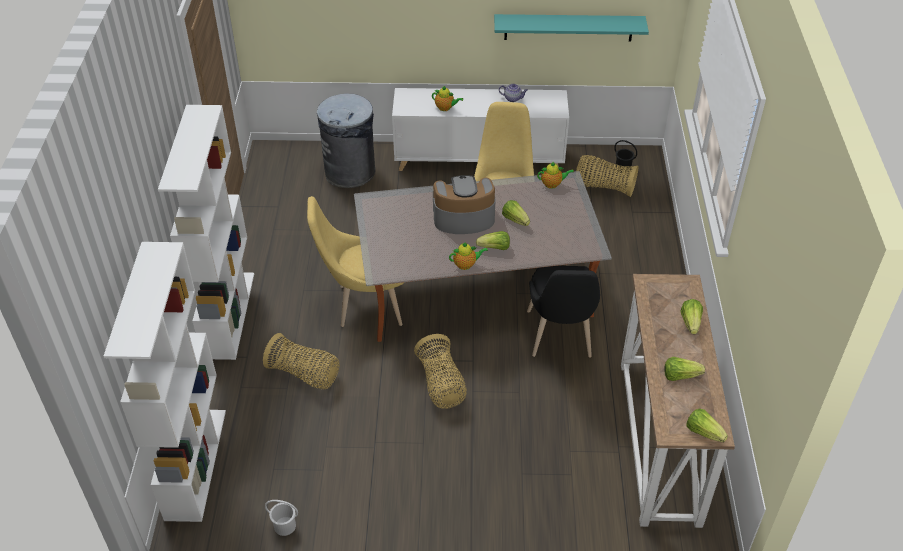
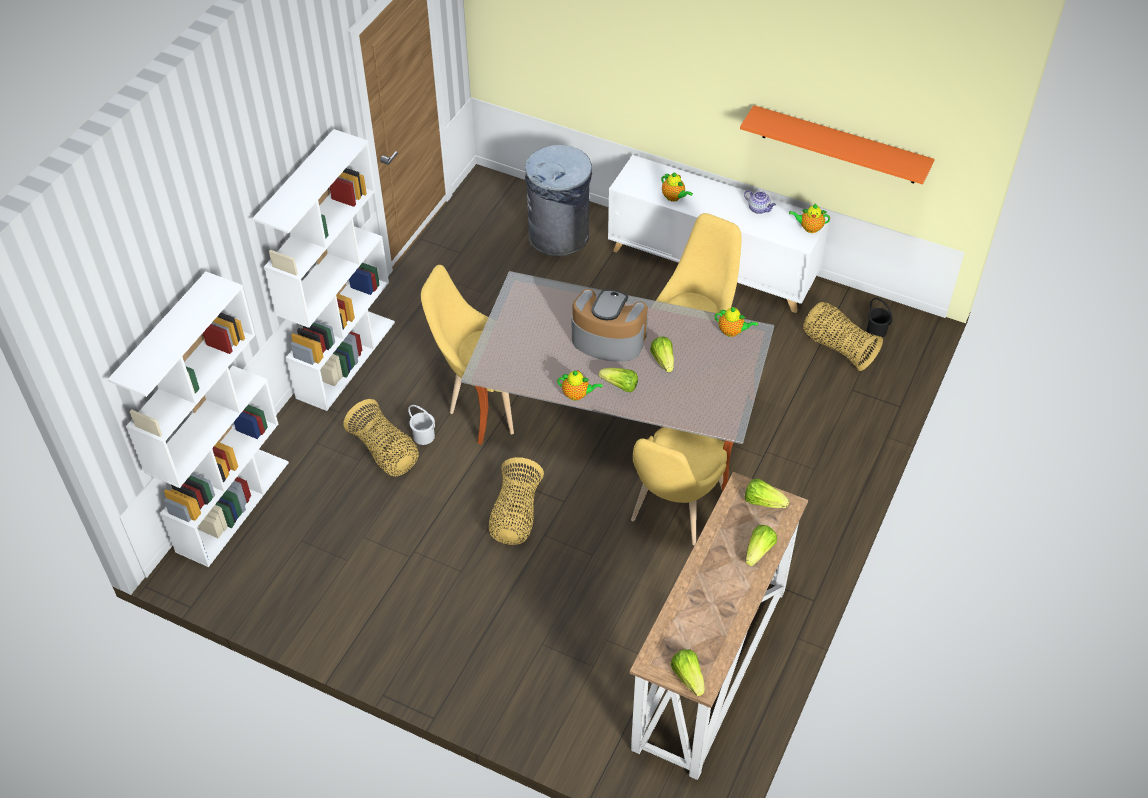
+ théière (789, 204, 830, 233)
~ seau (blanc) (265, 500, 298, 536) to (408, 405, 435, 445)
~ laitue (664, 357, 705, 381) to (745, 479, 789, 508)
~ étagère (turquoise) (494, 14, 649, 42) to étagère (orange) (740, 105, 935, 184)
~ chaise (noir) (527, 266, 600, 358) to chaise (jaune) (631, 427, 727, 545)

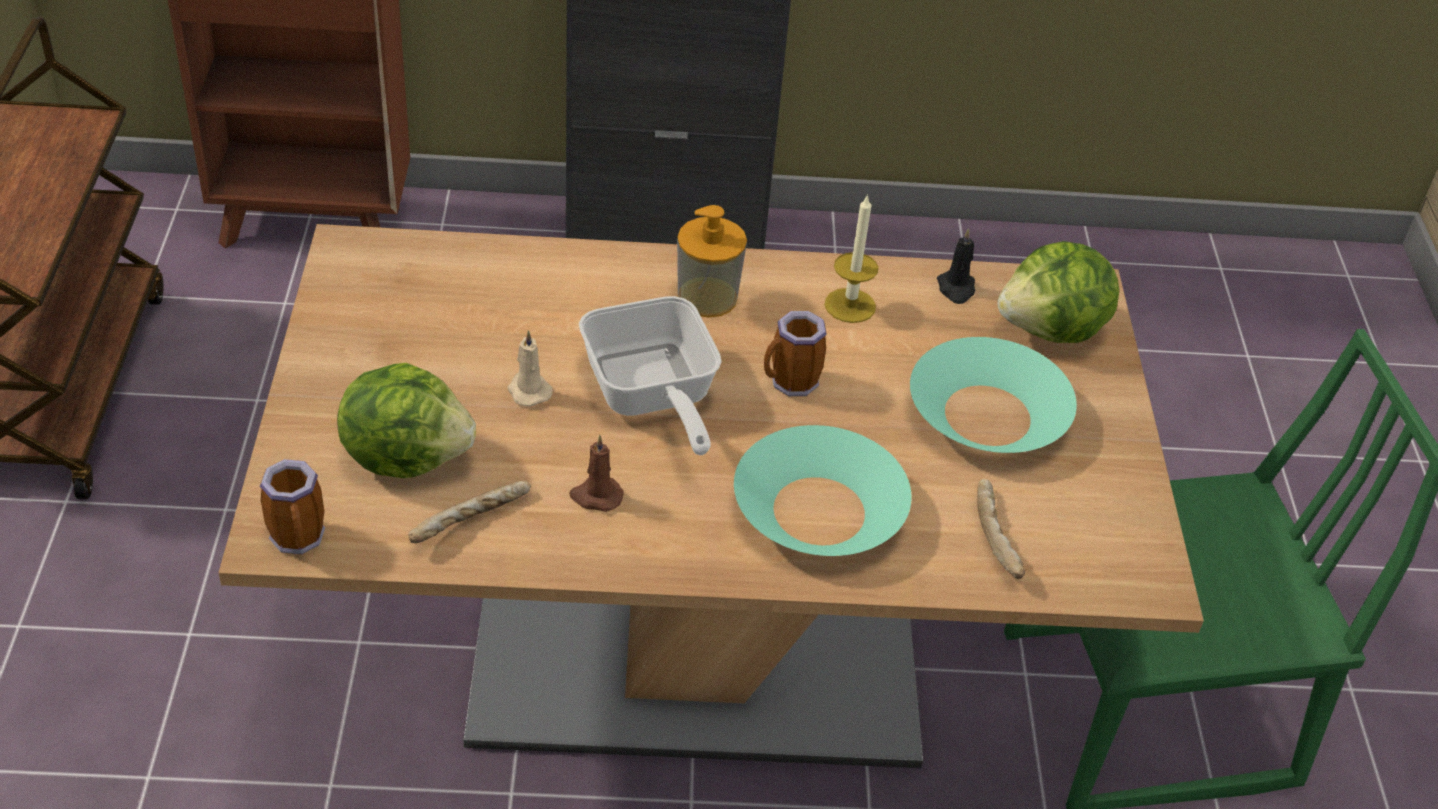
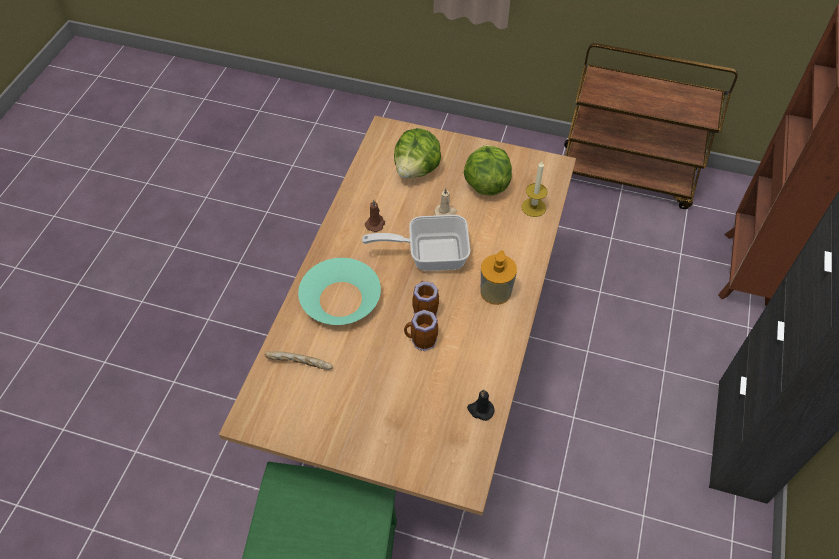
- pain (408, 481, 531, 543)
- bol (turquoise) (910, 337, 1077, 453)
~ mug (260, 459, 325, 555) to (404, 310, 438, 351)
~ bougie (825, 194, 878, 323) to (522, 161, 547, 217)
~ laitue (998, 241, 1119, 343) to (464, 145, 512, 196)

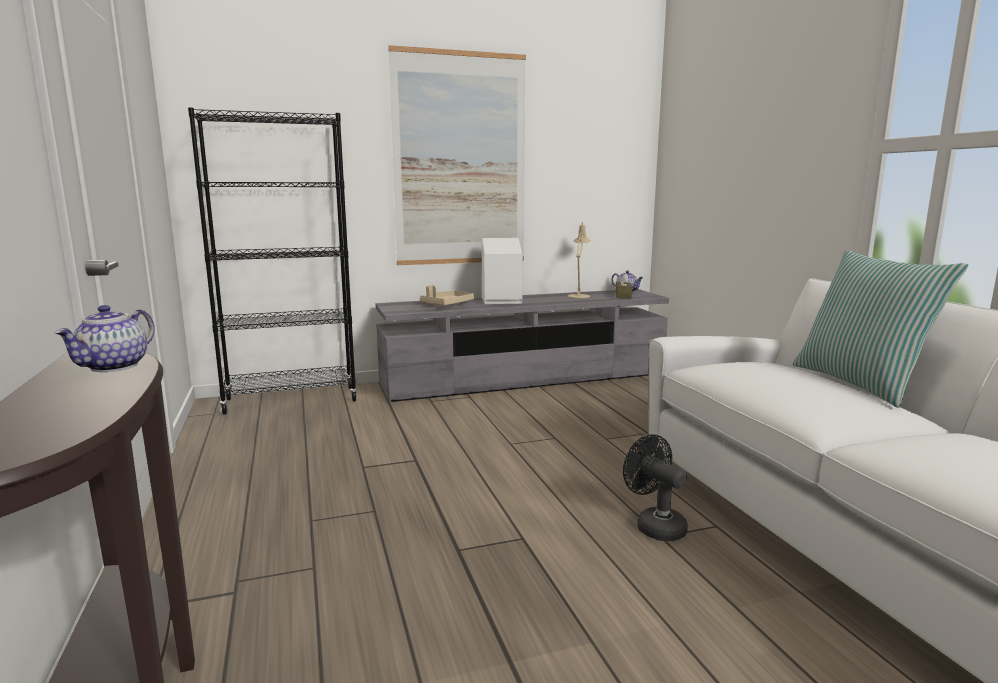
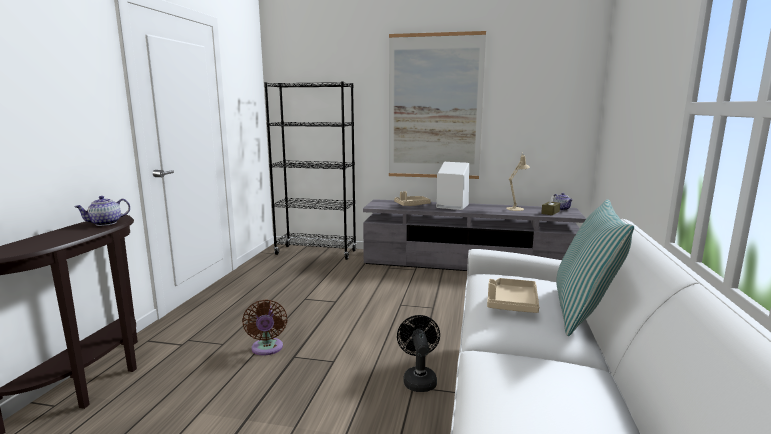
+ ventilateur (marron) (242, 299, 287, 355)
+ plateau (beige) (487, 278, 539, 313)

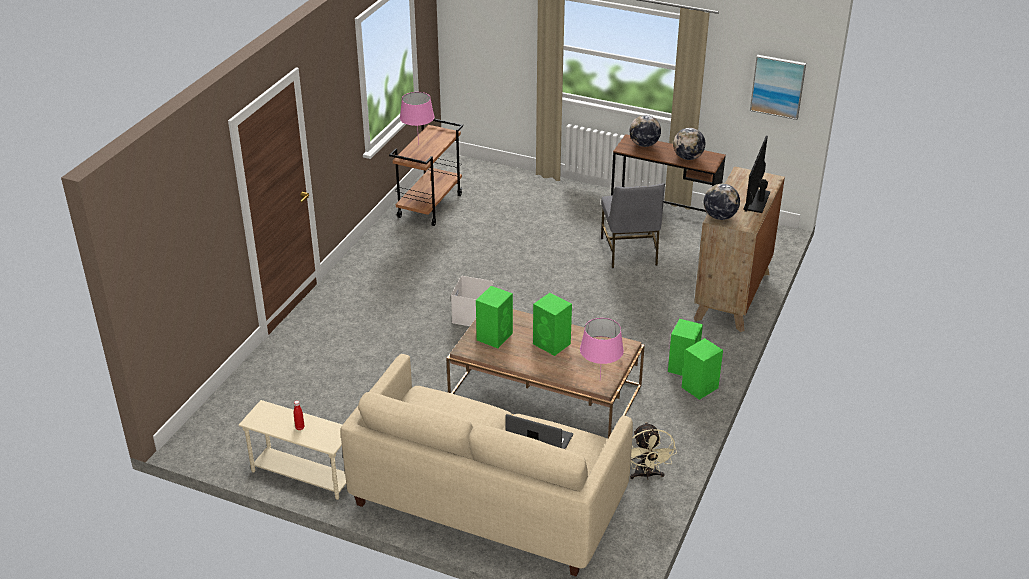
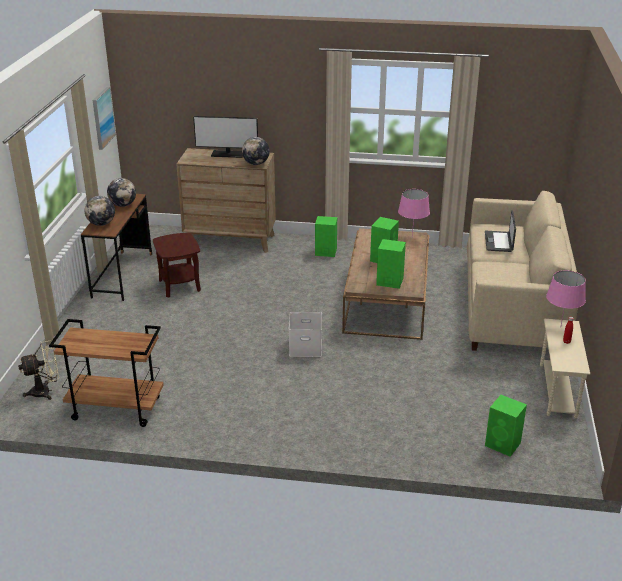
~ lampe de table (rose) (400, 92, 434, 145) to (546, 270, 586, 325)
~ ventilateur (beige) (630, 422, 677, 480) to (18, 341, 59, 400)
~ enceinte (vert) (682, 338, 723, 400) to (485, 395, 527, 457)
~ chaise (gris) (601, 183, 665, 268) to table d'appoint (marron) (153, 233, 201, 297)

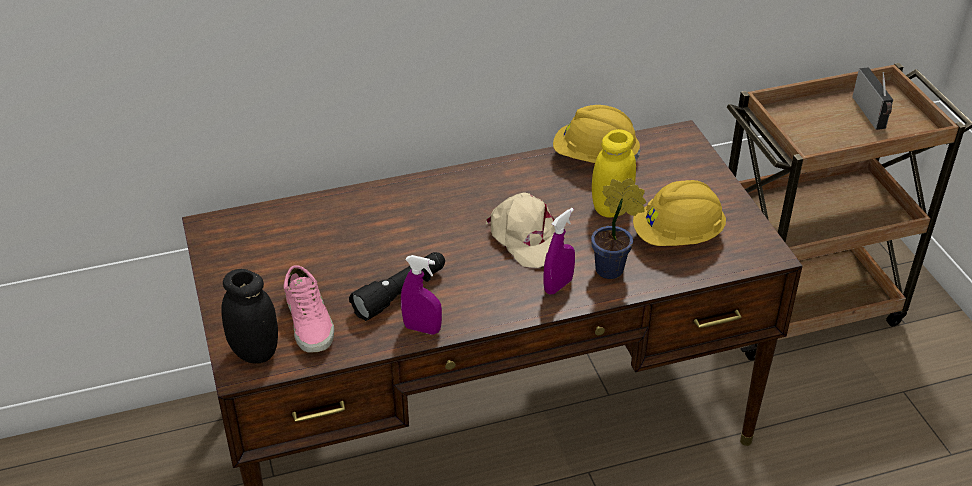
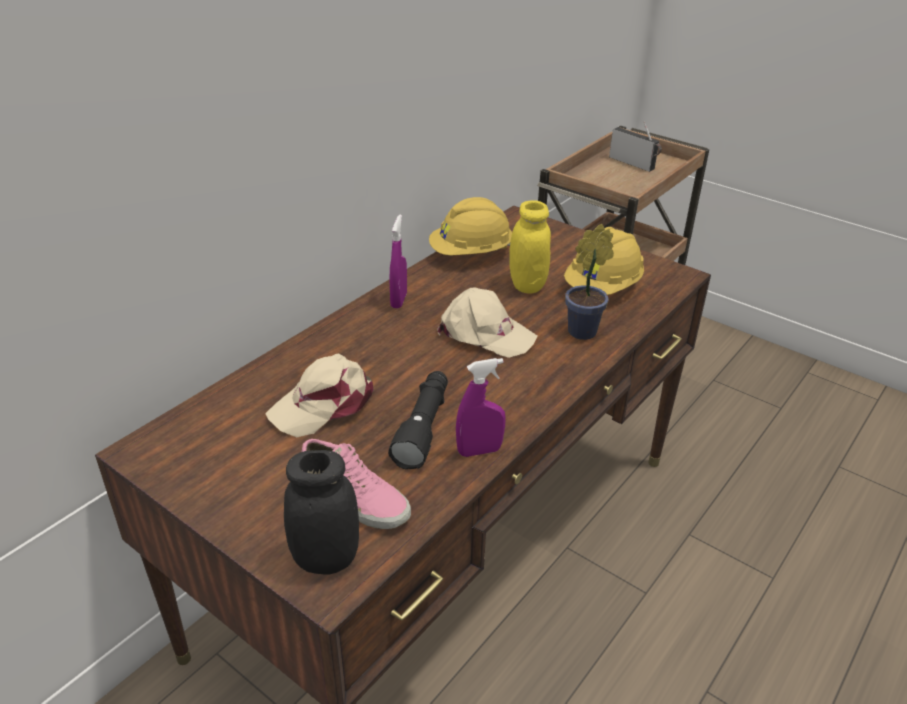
+ casquette (beige) (265, 353, 374, 437)
~ vaporisateur (violet) (544, 208, 575, 295) to (389, 214, 407, 308)

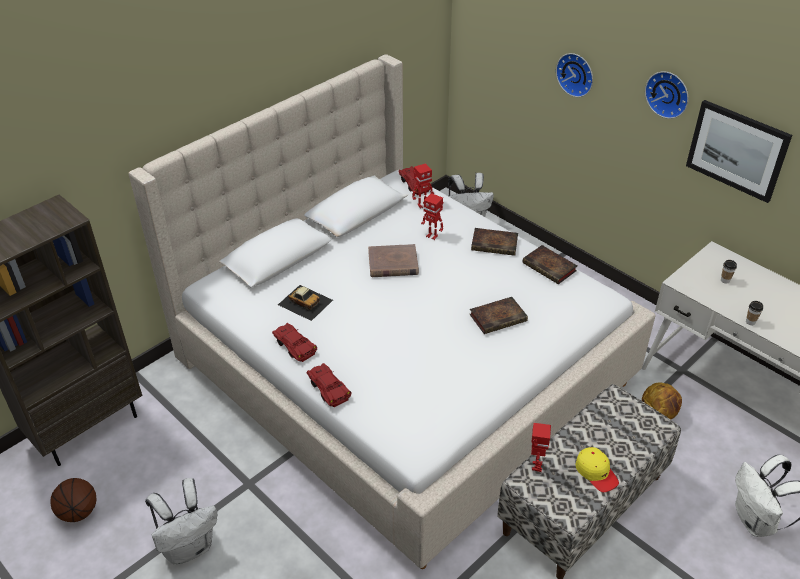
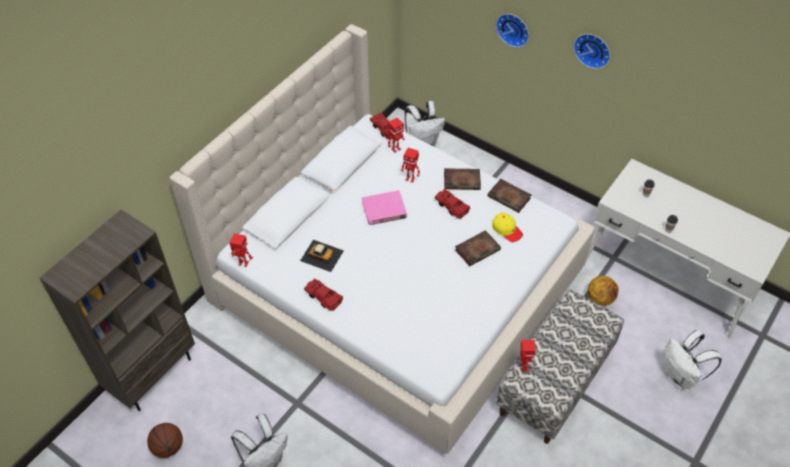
- tableau (686, 100, 792, 203)
+ robot jouet (229, 233, 253, 267)
~ petite voiture (rouge) (307, 363, 352, 407) to (435, 189, 470, 219)
~ casquette (jaune) (576, 447, 619, 492) to (492, 213, 523, 242)
~ livre (marron) (368, 244, 419, 277) to livre (rose) (362, 190, 407, 225)

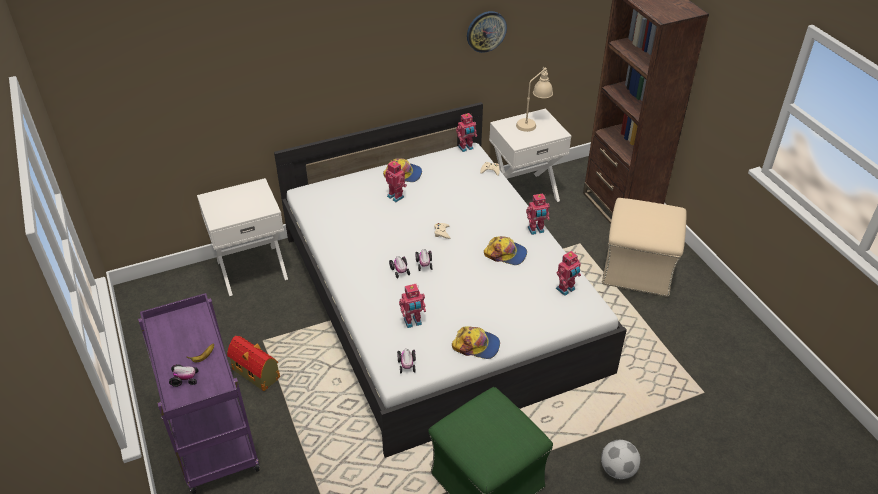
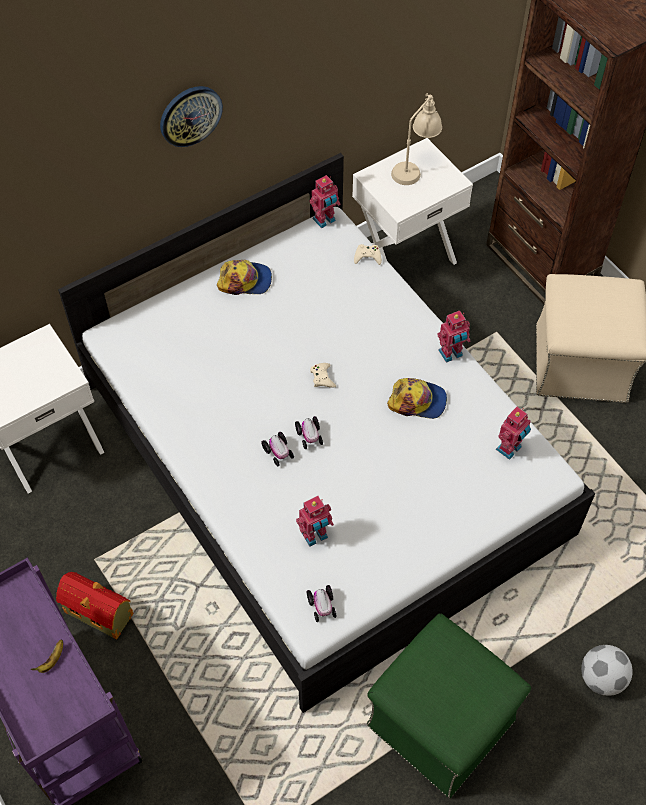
- petite voiture (169, 364, 199, 387)
- robot jouet (385, 161, 407, 202)
- casquette (452, 326, 500, 359)
~ horloge murale (467, 11, 507, 53) to (160, 86, 223, 147)

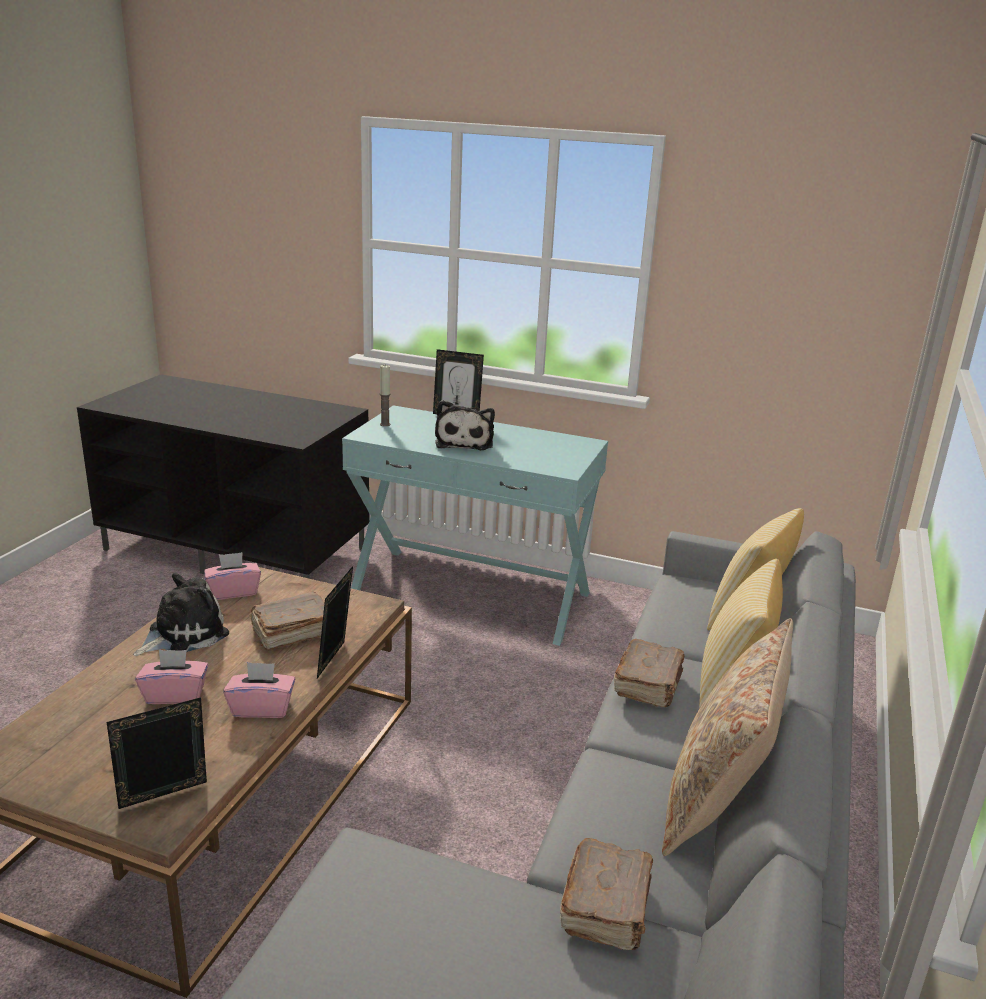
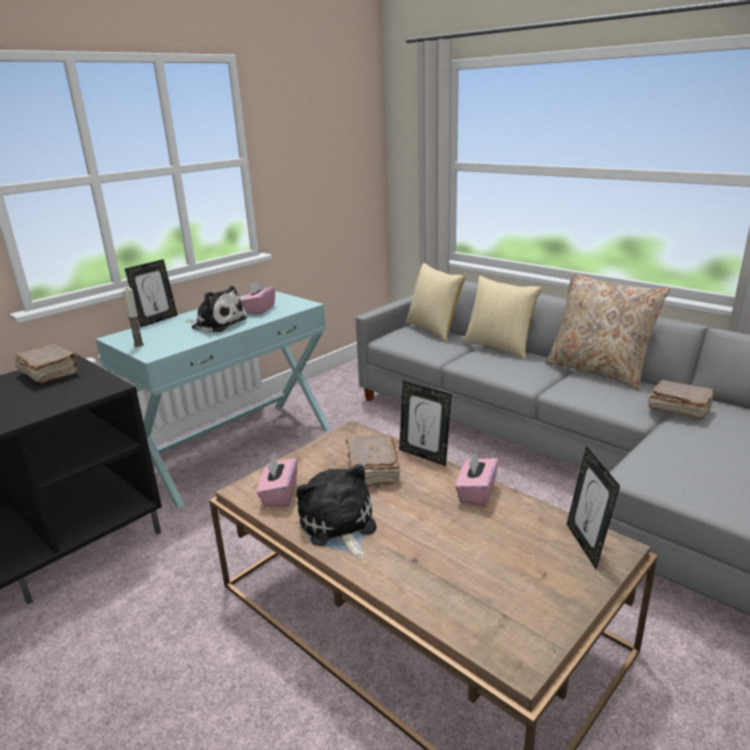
~ boîte à mouchoirs (rose) (135, 650, 208, 704) to (242, 281, 275, 314)
~ livre (marron) (614, 639, 684, 707) to (15, 344, 79, 383)

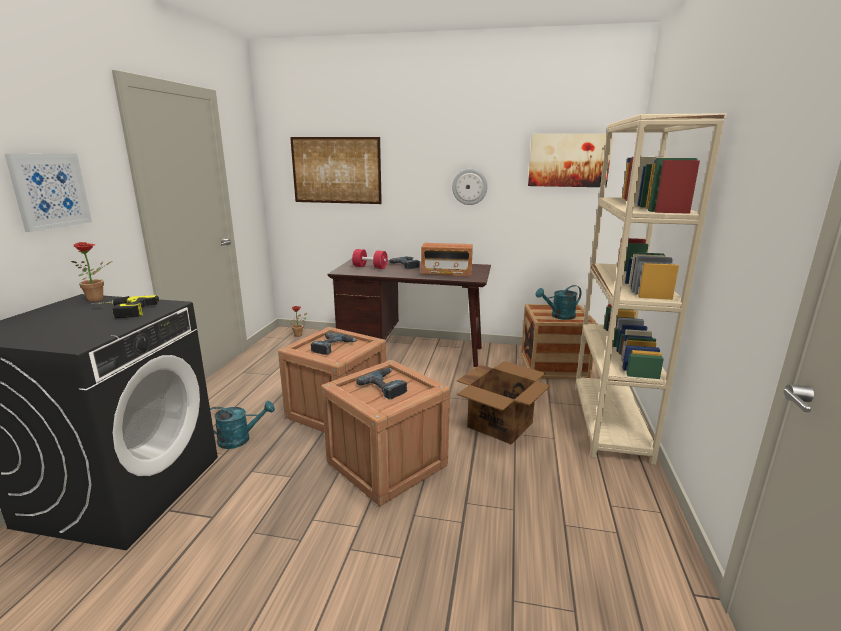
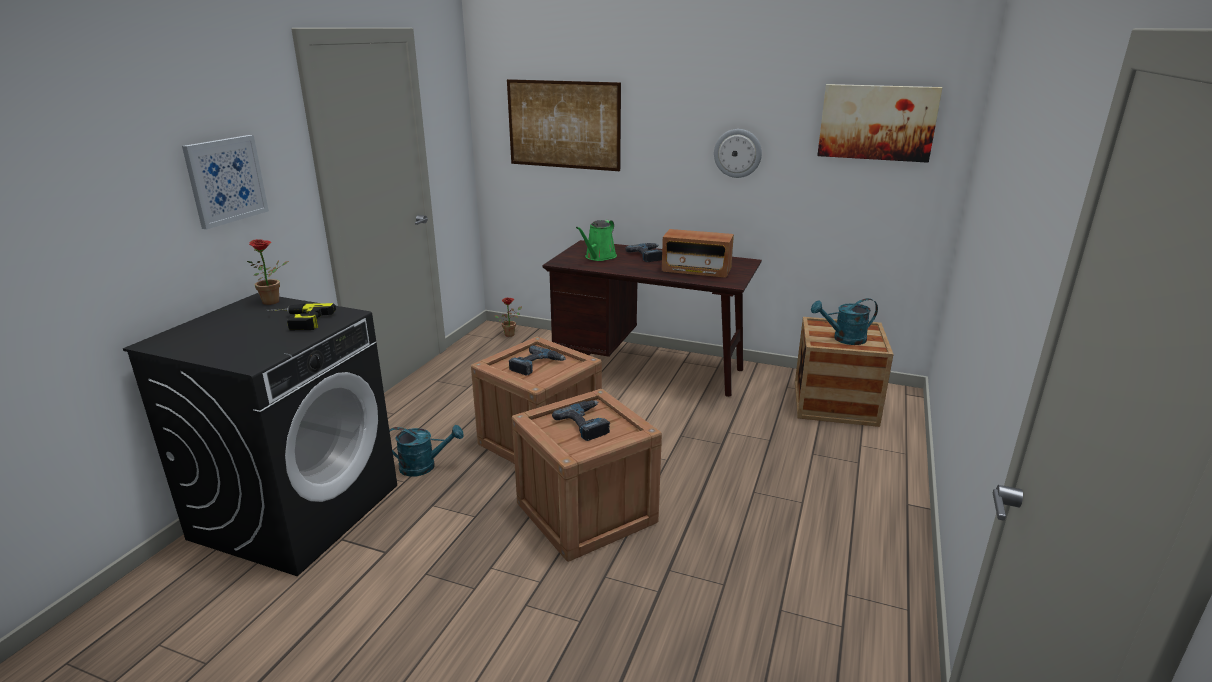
- carton (457, 361, 550, 444)
- bibliothèque (beige) (575, 113, 727, 465)
~ haltère (rouge) (352, 249, 388, 269) to arrosoir (vert) (576, 220, 617, 261)

